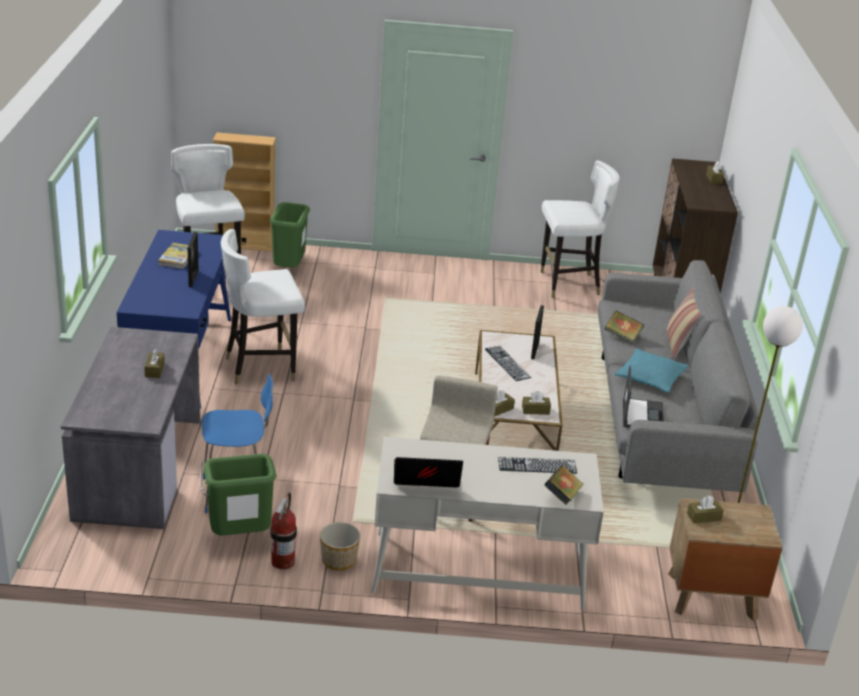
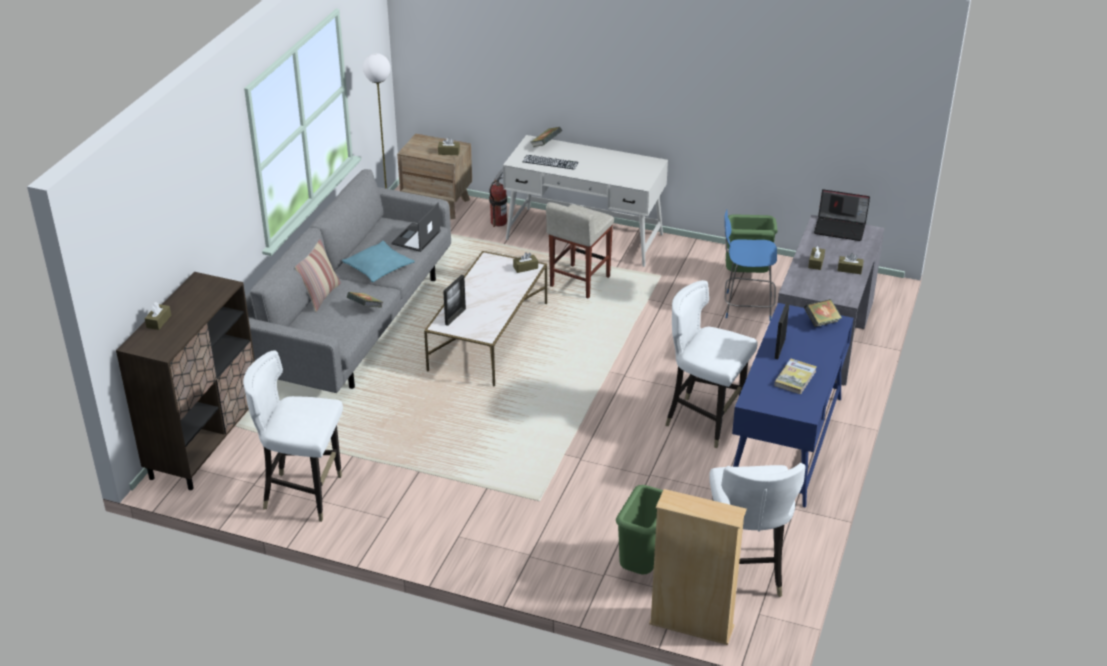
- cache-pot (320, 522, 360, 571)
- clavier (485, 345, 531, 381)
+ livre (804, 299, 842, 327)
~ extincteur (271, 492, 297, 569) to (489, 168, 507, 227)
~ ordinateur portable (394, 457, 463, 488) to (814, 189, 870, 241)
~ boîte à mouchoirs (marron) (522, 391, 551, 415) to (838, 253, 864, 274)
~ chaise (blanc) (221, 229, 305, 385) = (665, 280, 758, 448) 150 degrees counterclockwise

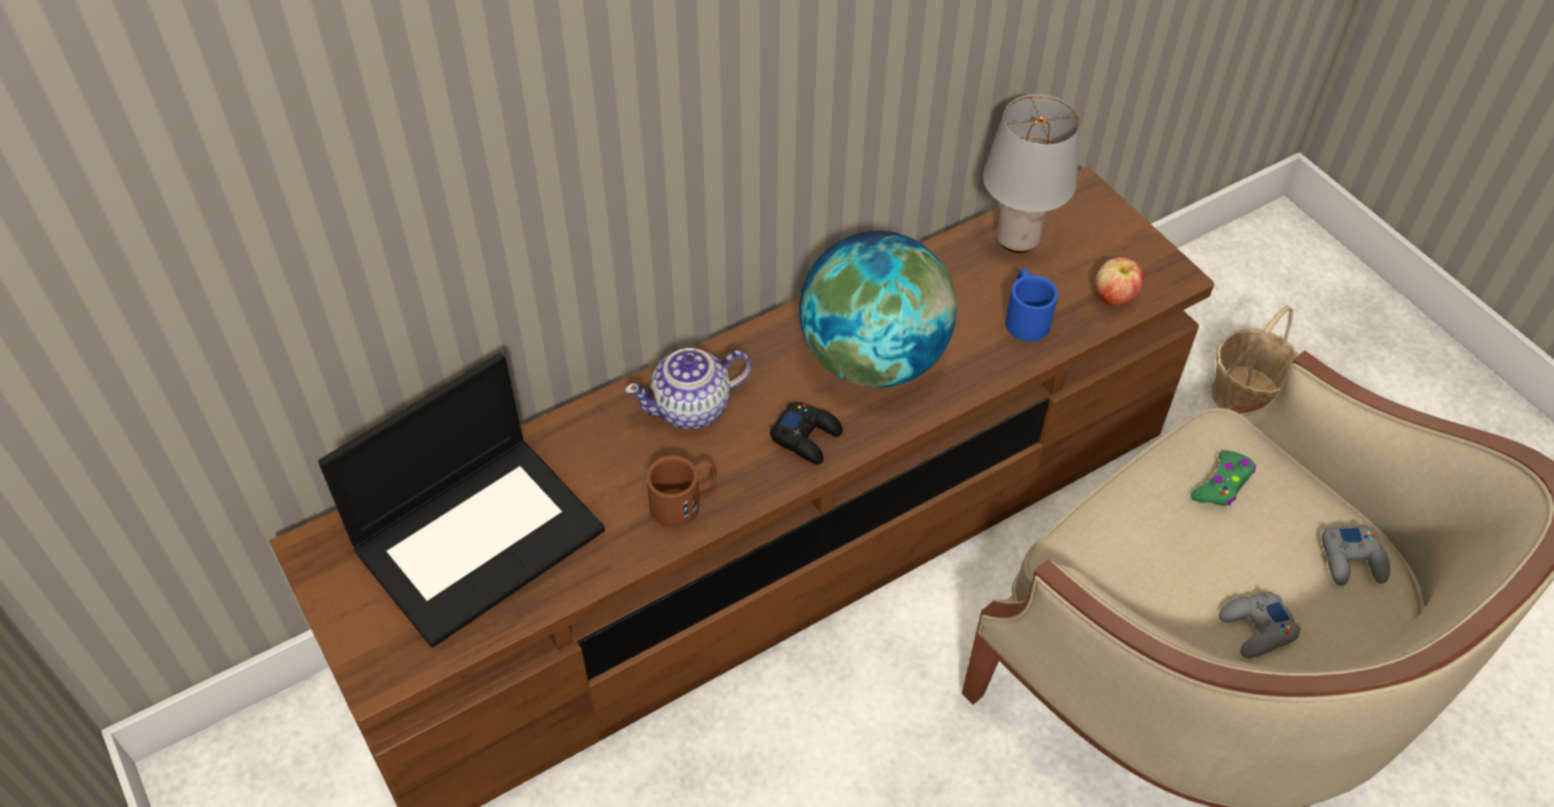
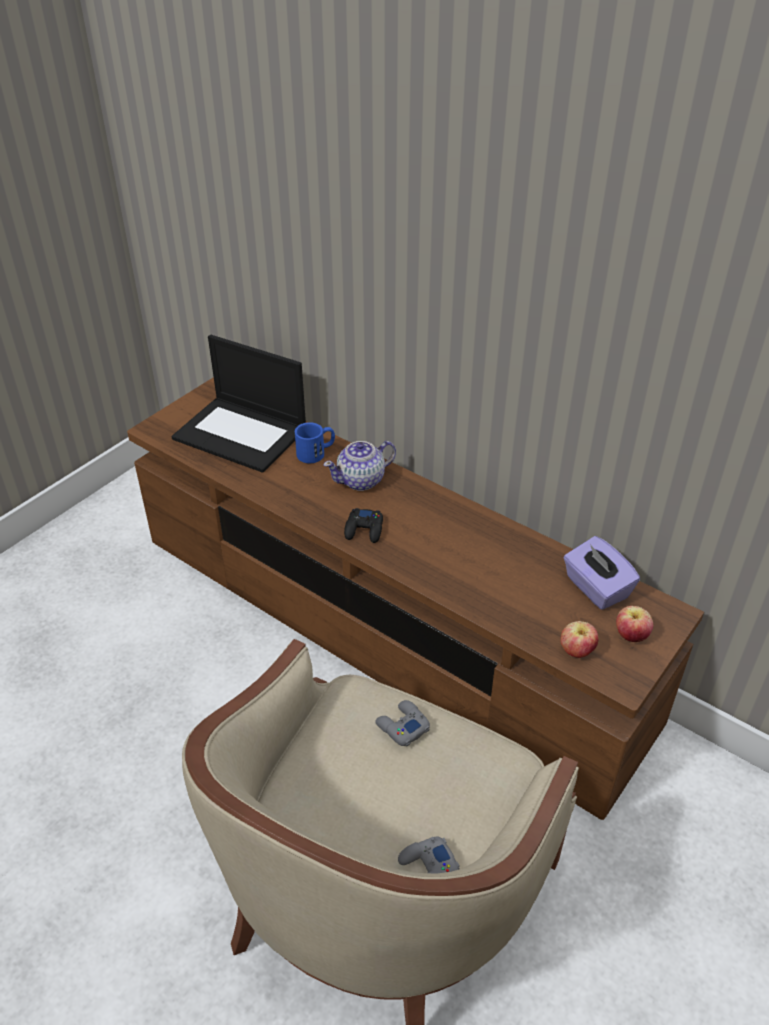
- mug (marron) (646, 456, 717, 528)
- globe (799, 231, 957, 388)
- manette (vert) (1191, 451, 1256, 506)
- panier (1211, 305, 1299, 409)
+ pomme (616, 606, 653, 642)
~ mug (bleu) (1005, 269, 1058, 341) to (295, 422, 335, 463)
~ manette (gris) (1219, 592, 1301, 658) to (375, 700, 430, 746)
~ lampe de table (gris) (983, 94, 1080, 253) to boîte à mouchoirs (violet) (564, 536, 640, 610)
~ théière (625, 348, 752, 429) = (324, 441, 396, 491) 75 degrees counterclockwise

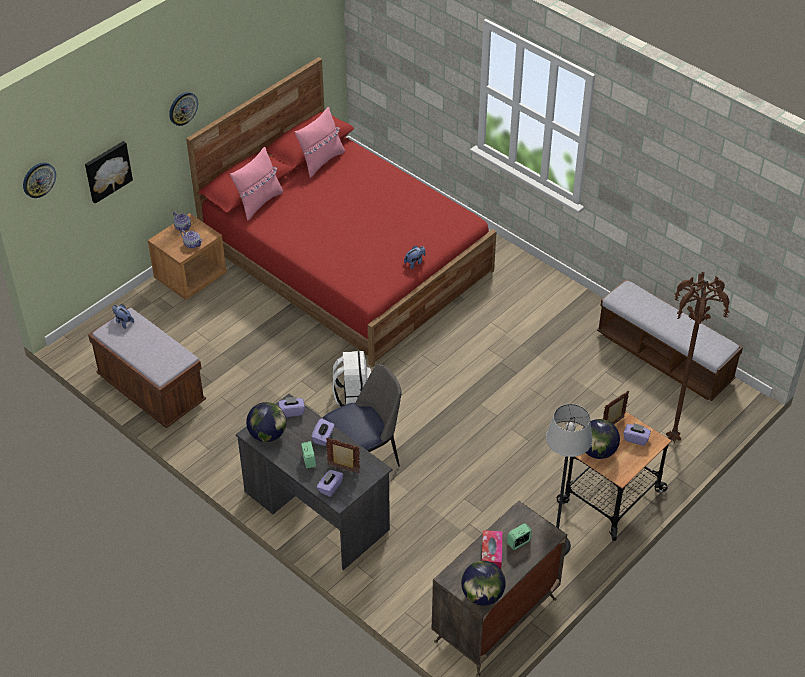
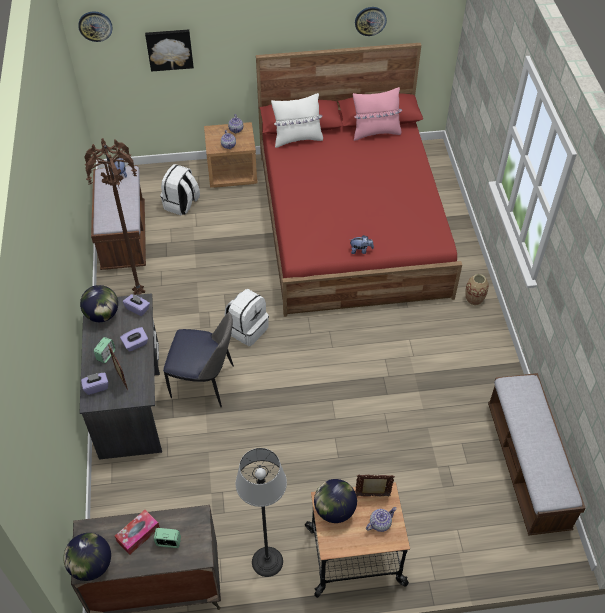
+ sac à dos (blanc) (160, 164, 200, 216)
+ vase (465, 274, 489, 306)
~ horloge murale (169, 92, 198, 126) to (355, 7, 387, 36)
~ lampadaire (marron) (666, 272, 730, 443) to (84, 138, 145, 295)
~ boîte à mouchoirs (violet) (623, 423, 651, 446) to théière (366, 507, 397, 532)
~ coussin (rose) (230, 147, 283, 221) to coussin (blanc) (271, 93, 323, 148)

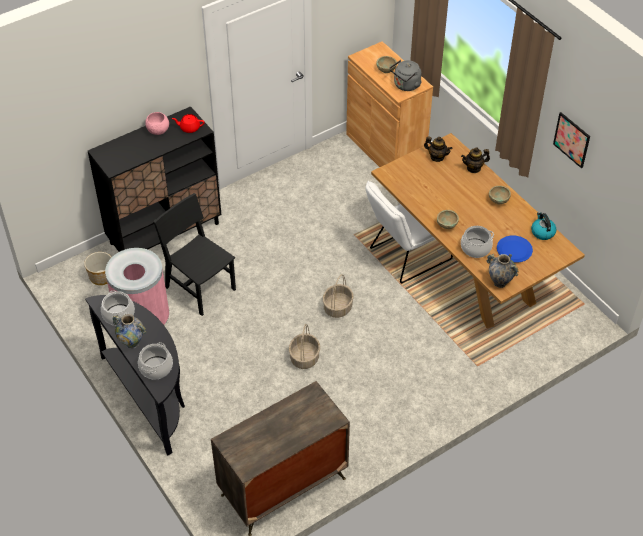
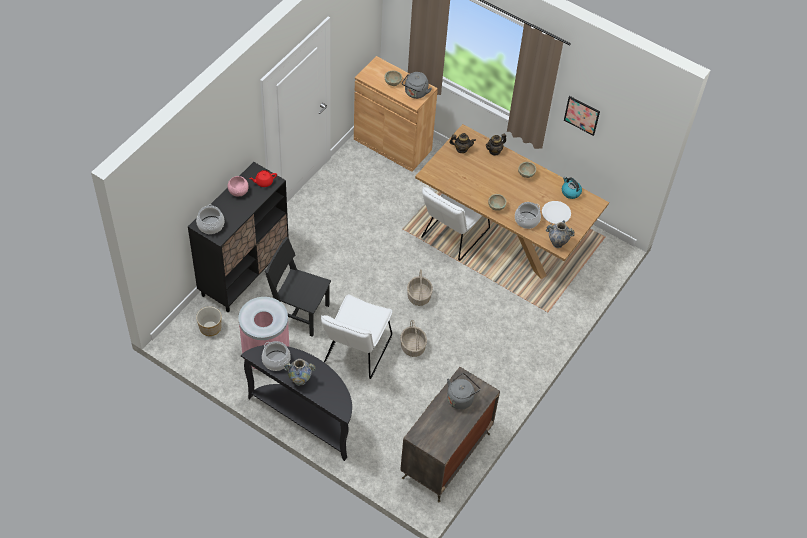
+ chaise (blanc) (321, 294, 392, 379)
+ bouilloire (gris) (447, 373, 481, 410)
~ marmite (138, 342, 173, 380) to (196, 204, 224, 234)
~ assiette (bleu) (497, 236, 533, 262) to assiette (blanc) (542, 201, 571, 224)

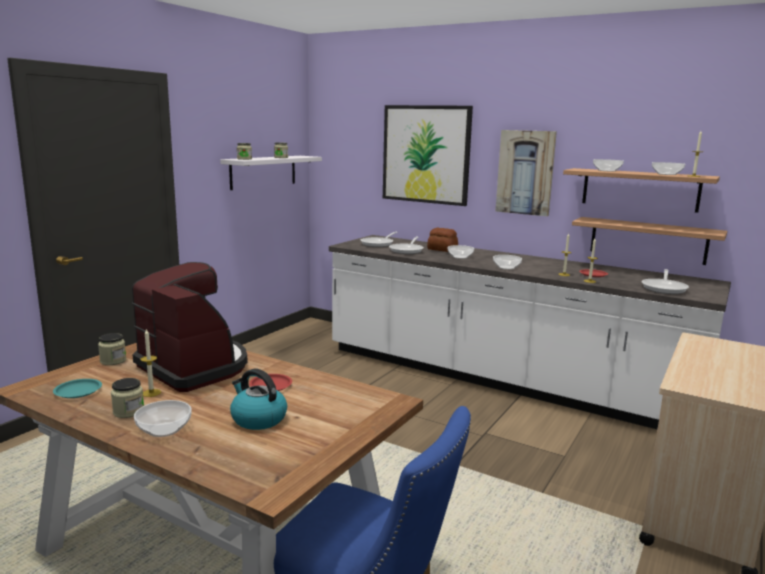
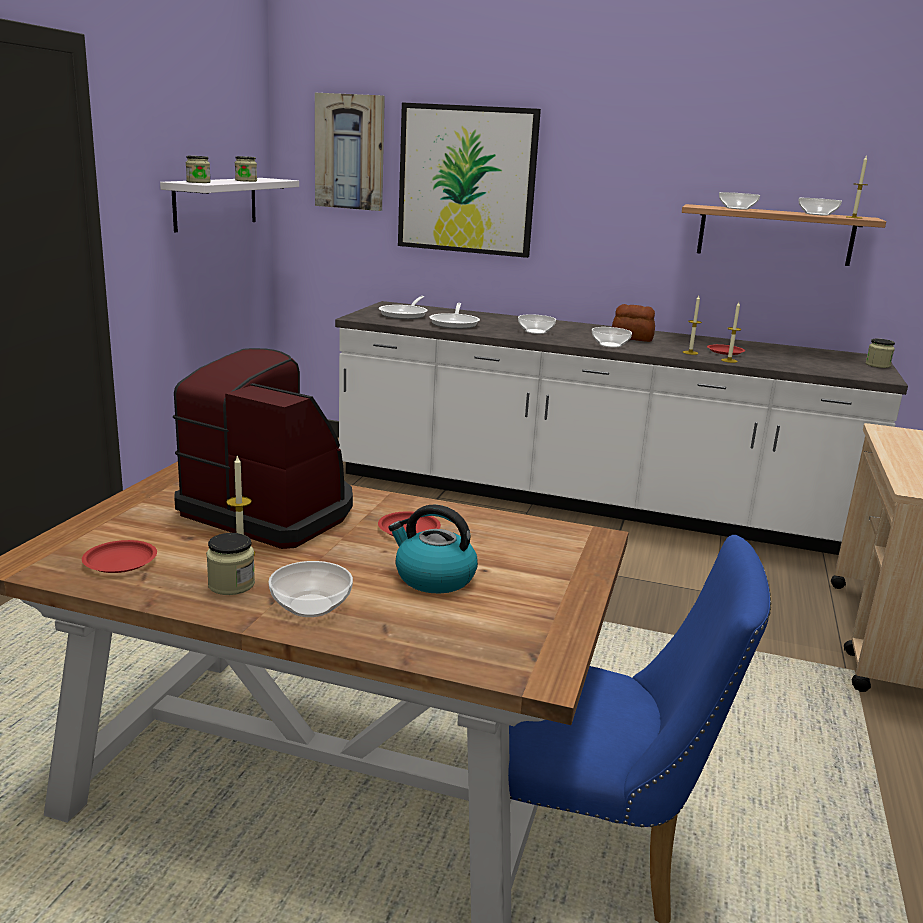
- étagère (572, 217, 727, 265)
- poêle (642, 269, 689, 294)
~ bocal (98, 333, 126, 365) to (865, 339, 895, 368)
~ pain (427, 228, 458, 252) to (612, 304, 655, 342)
~ tableau (495, 130, 557, 216) to (315, 93, 385, 211)
~ assiette (turquoise) (53, 379, 102, 398) to assiette (rouge) (82, 540, 157, 573)

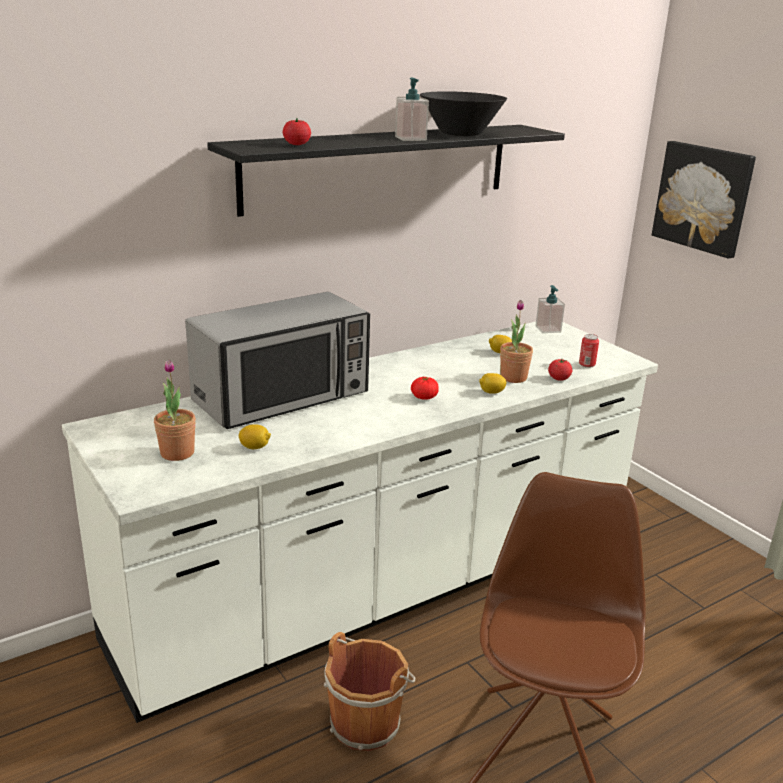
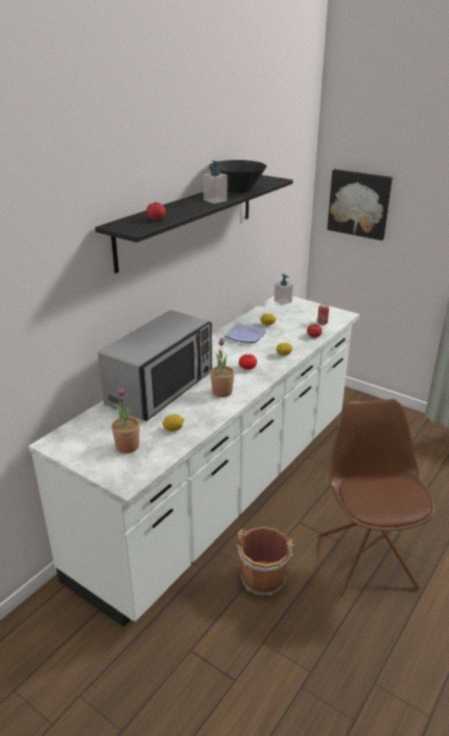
+ assiette (225, 323, 266, 343)
~ plante en pot (500, 300, 533, 383) to (210, 338, 234, 397)

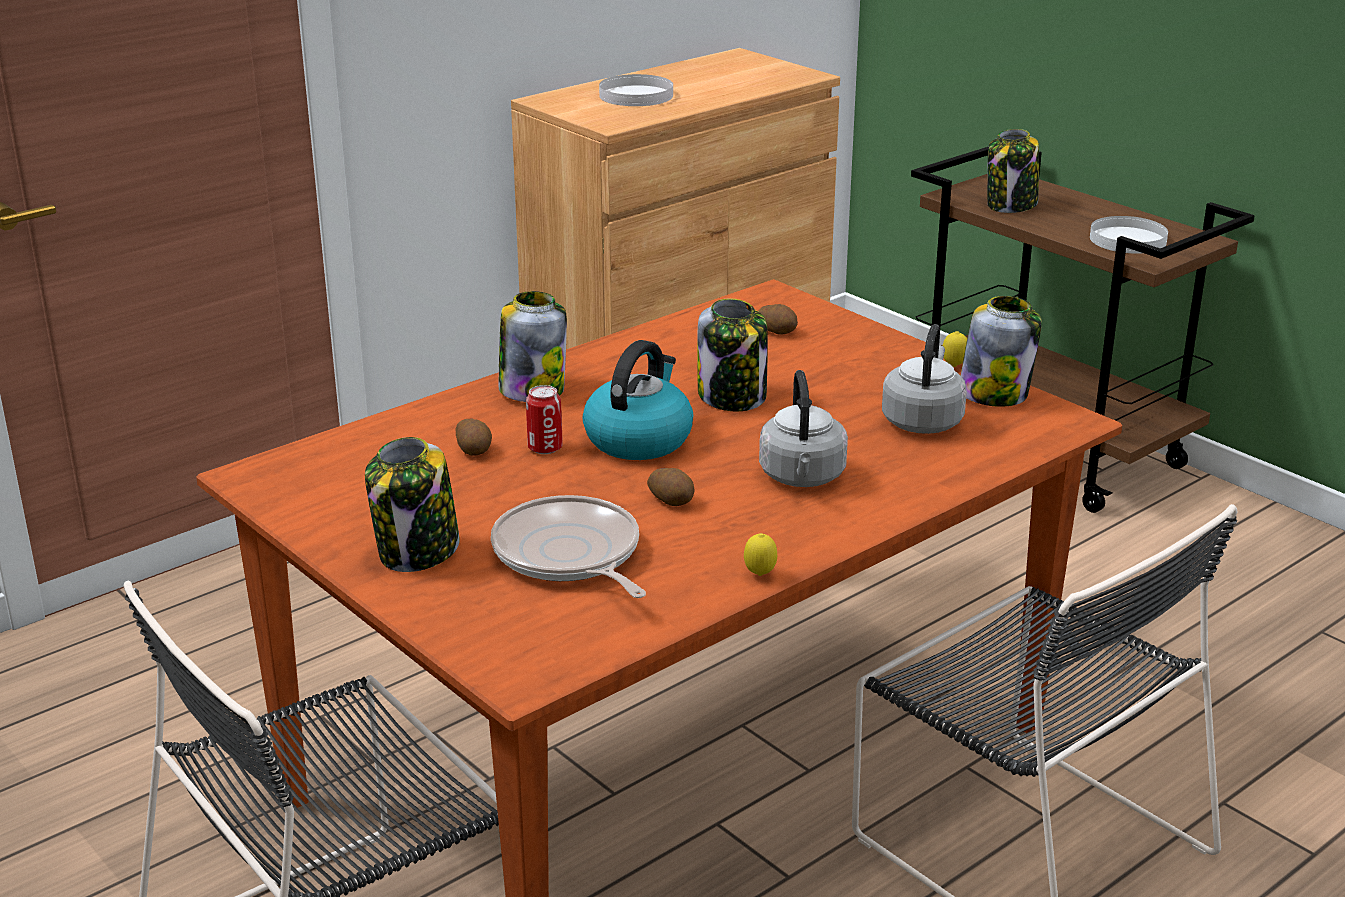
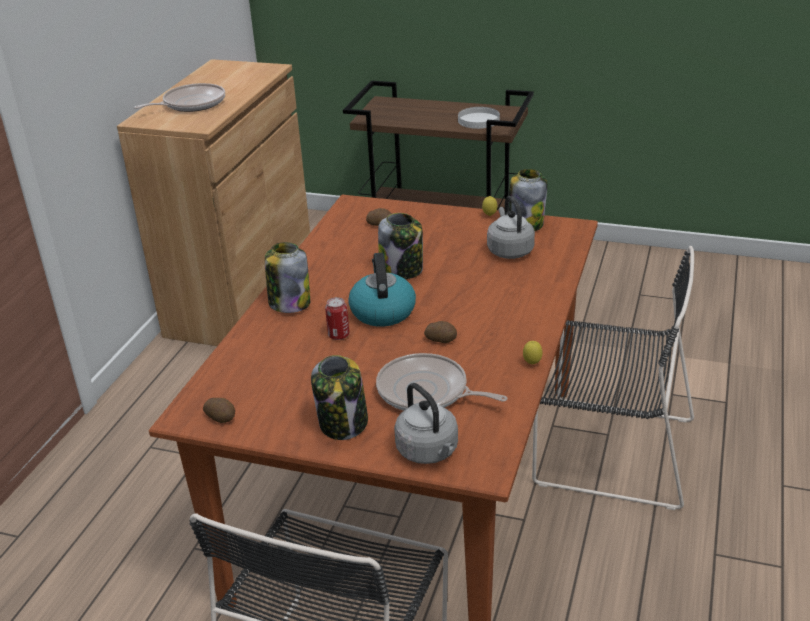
- bocal (987, 129, 1039, 213)
~ pomme de terre (456, 419, 492, 456) to (203, 398, 235, 423)
~ bouilloire (gris) (759, 370, 848, 487) to (394, 383, 458, 464)
~ assiette (blanc) (599, 74, 673, 106) to poêle (134, 83, 225, 112)

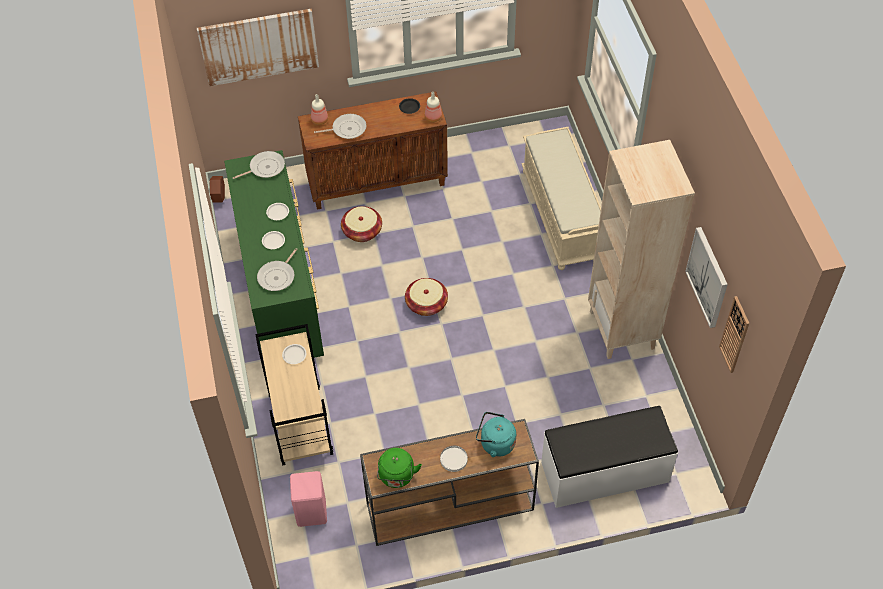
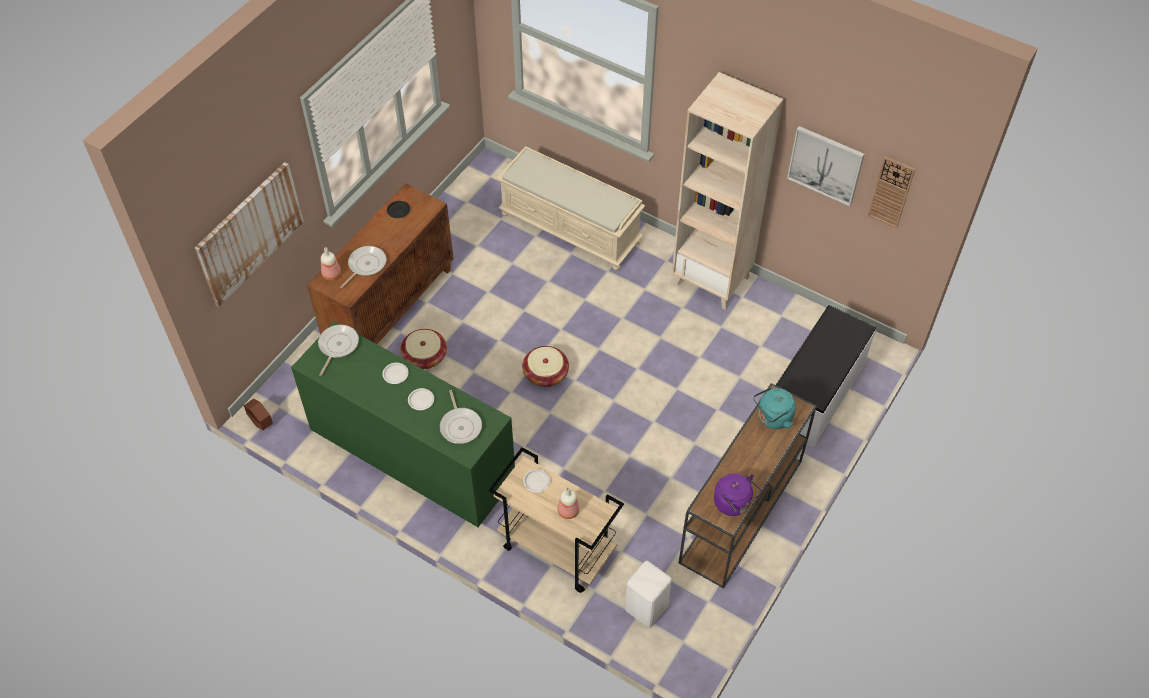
- assiette (blanc) (440, 446, 468, 472)
~ bouteille (425, 92, 442, 122) to (557, 487, 579, 519)
~ tabouret (rose) (290, 471, 327, 527) to tabouret (blanc) (625, 561, 672, 628)
~ bouilloire (vert) (377, 448, 422, 488) to bouilloire (violet) (714, 473, 761, 516)

